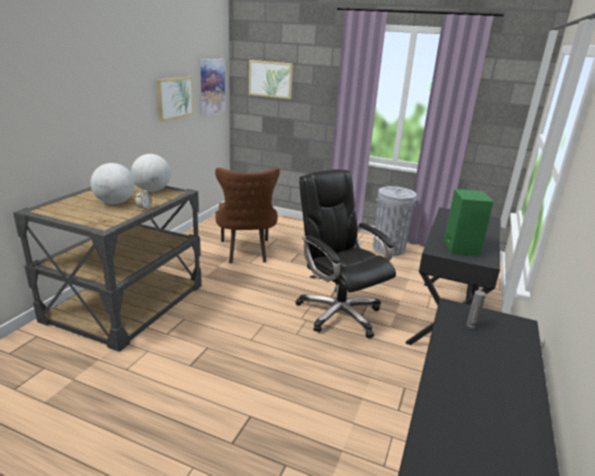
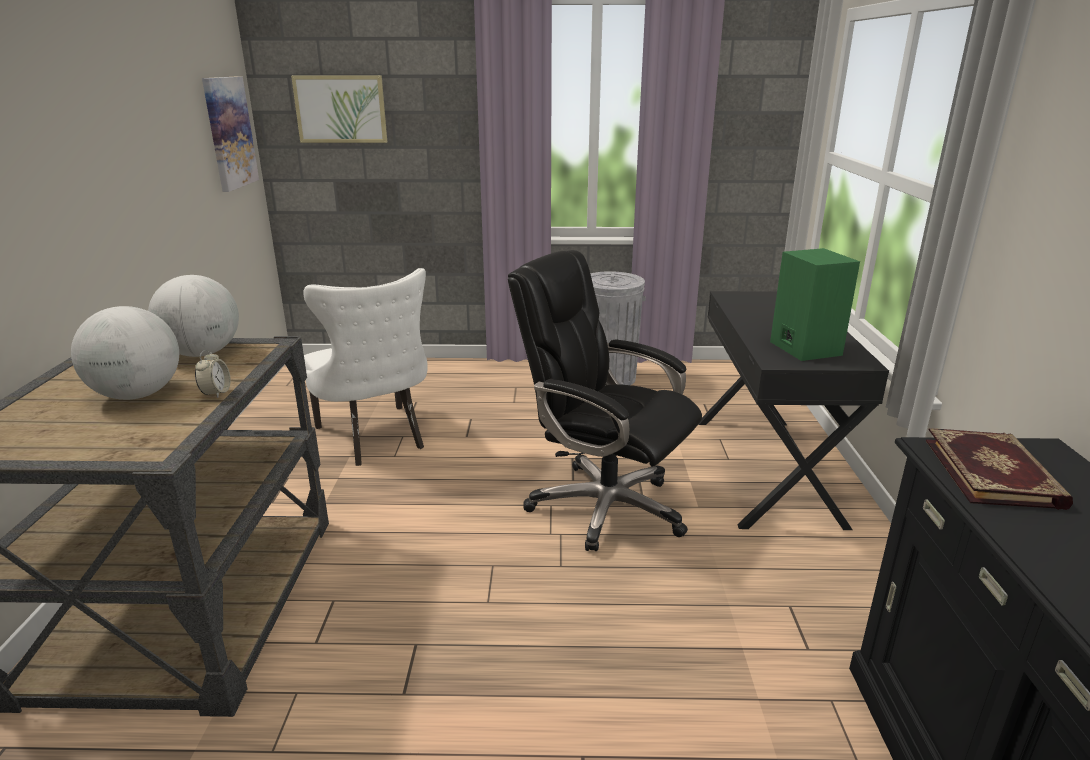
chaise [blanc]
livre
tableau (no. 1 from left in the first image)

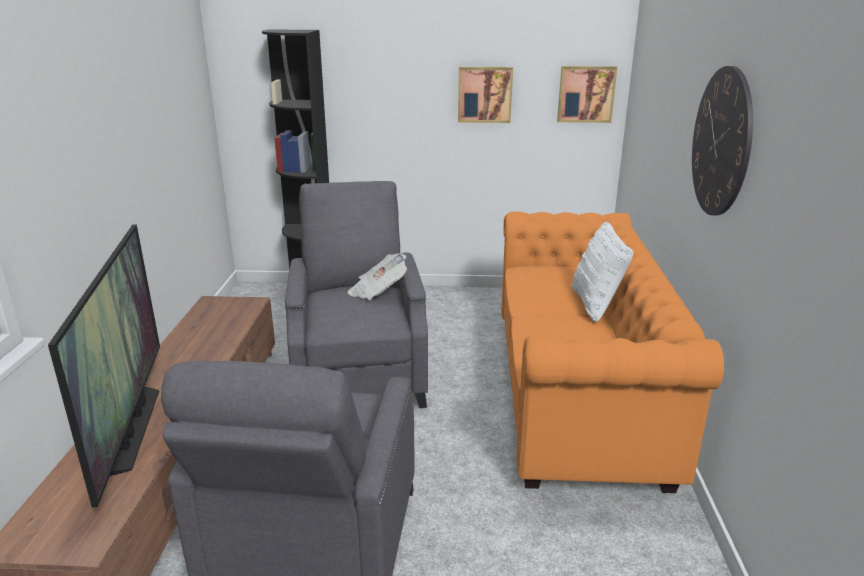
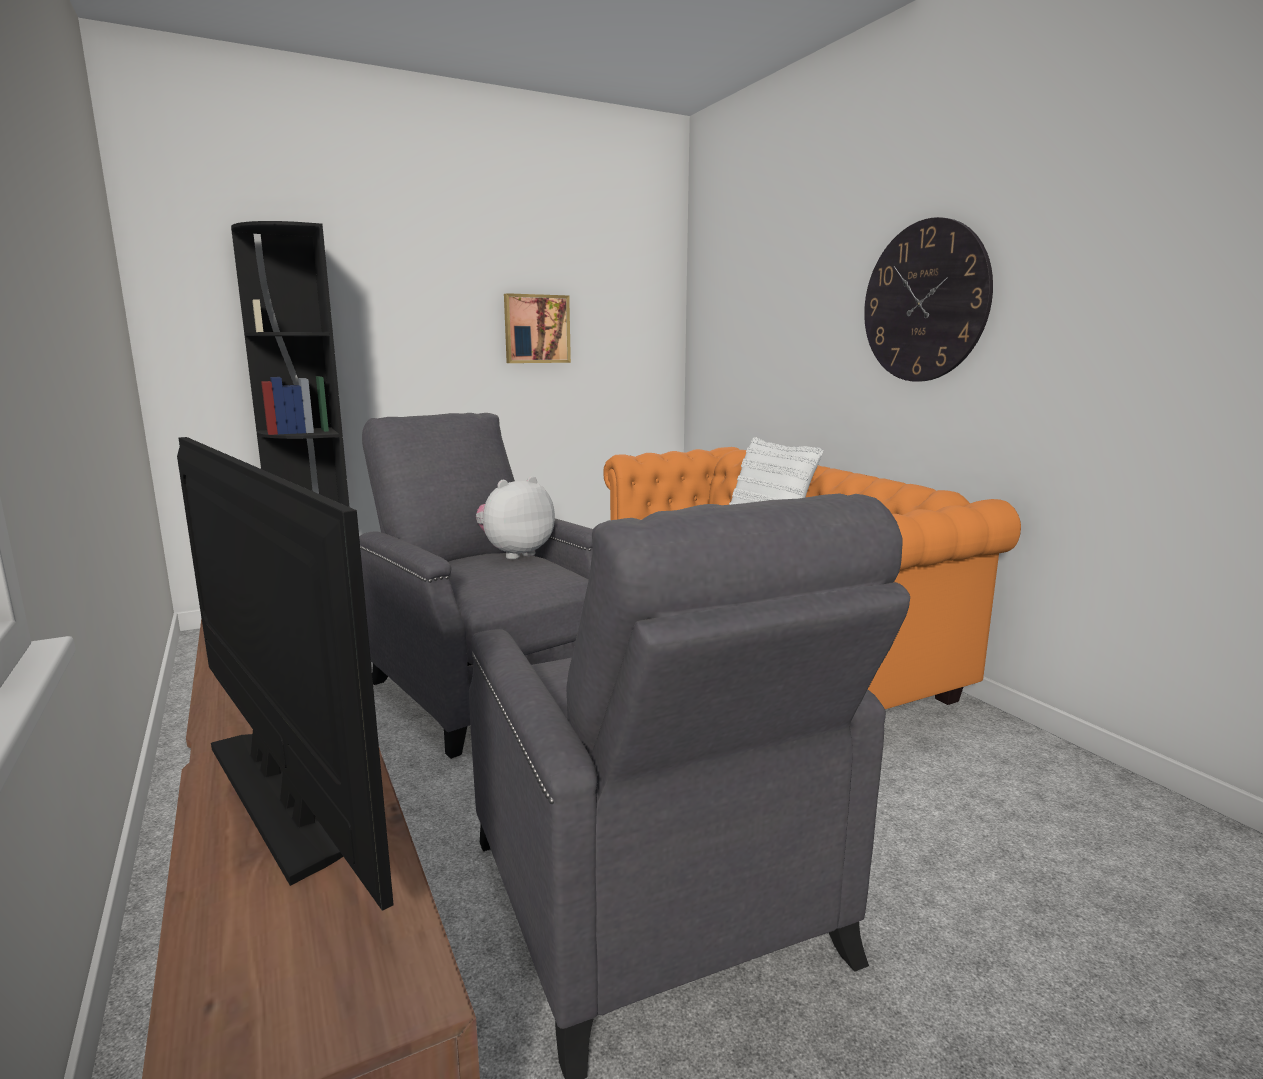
peluche
tableau (no. 2 from left in the first image)

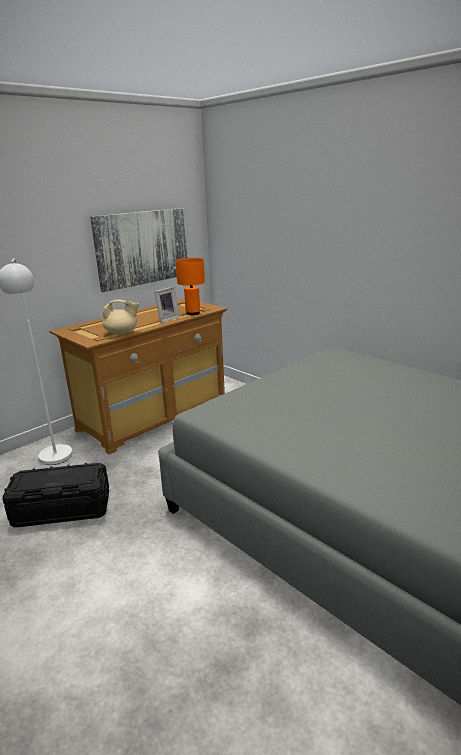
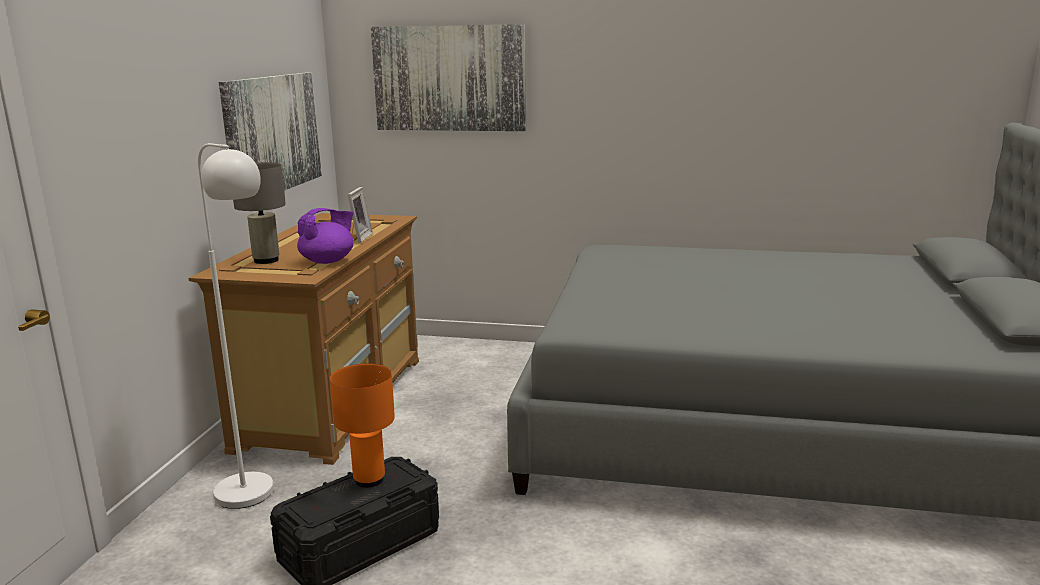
lampe de table [gris]
théière [violet]
lampe de table [orange]
tableau (no. 2 from left)

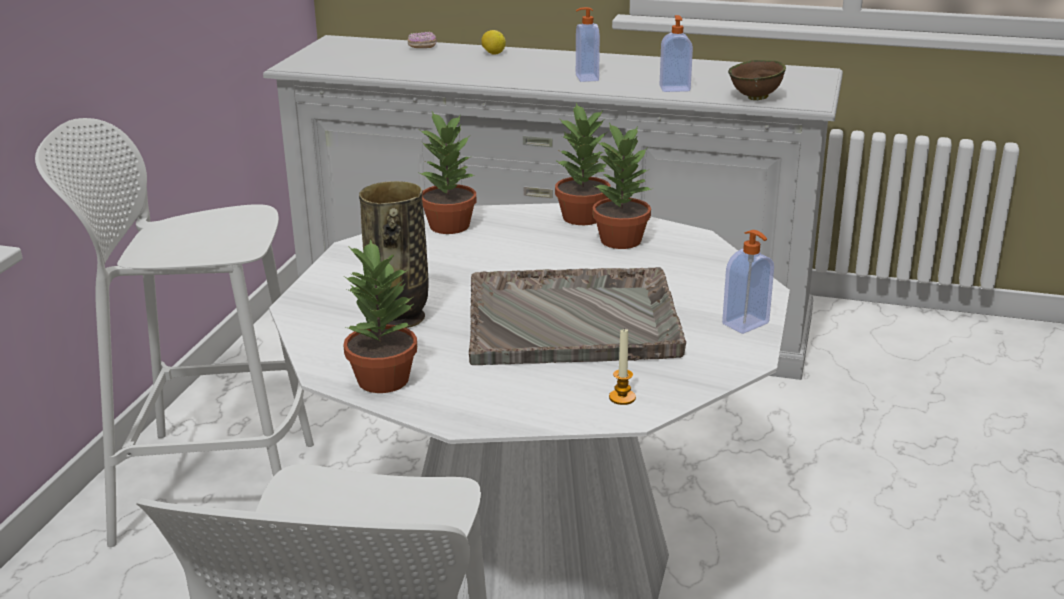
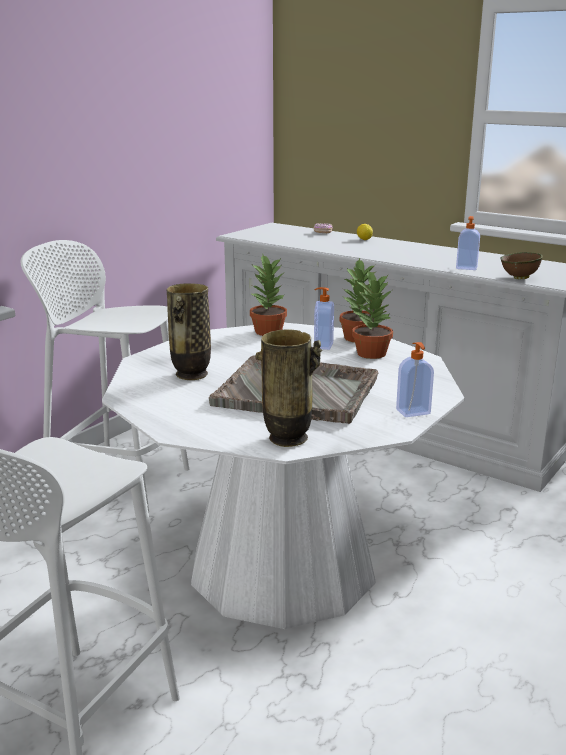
vase (no. 2 from left)
distributeur de savon (no. 1 from left)
plante en pot (no. 1 from left in the first image)

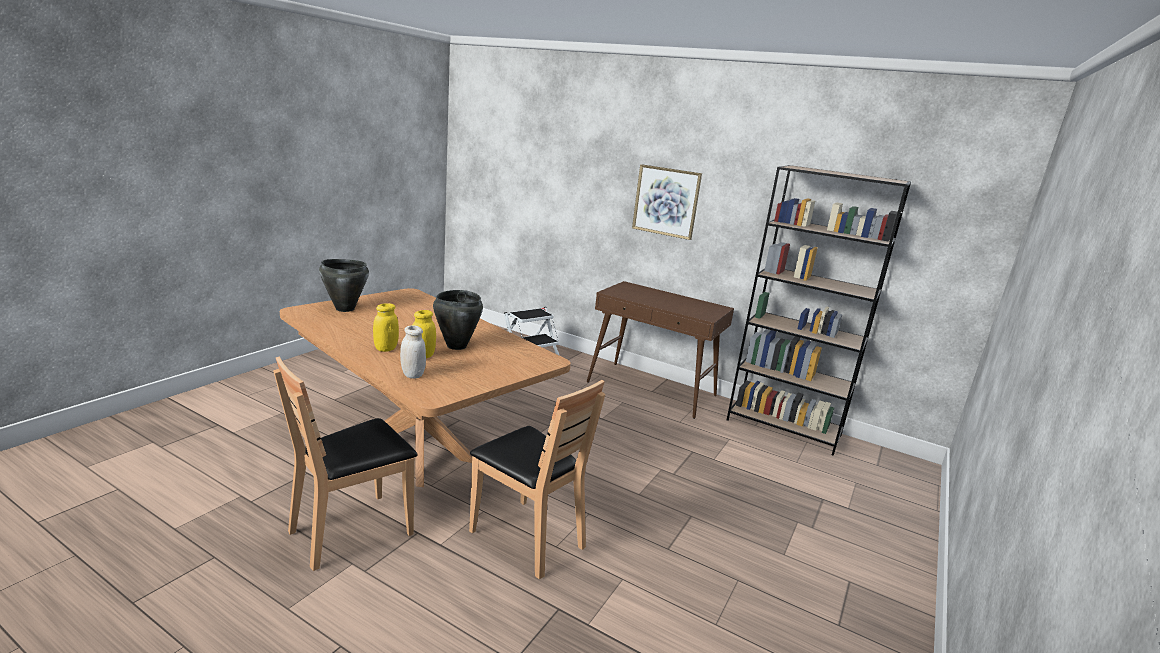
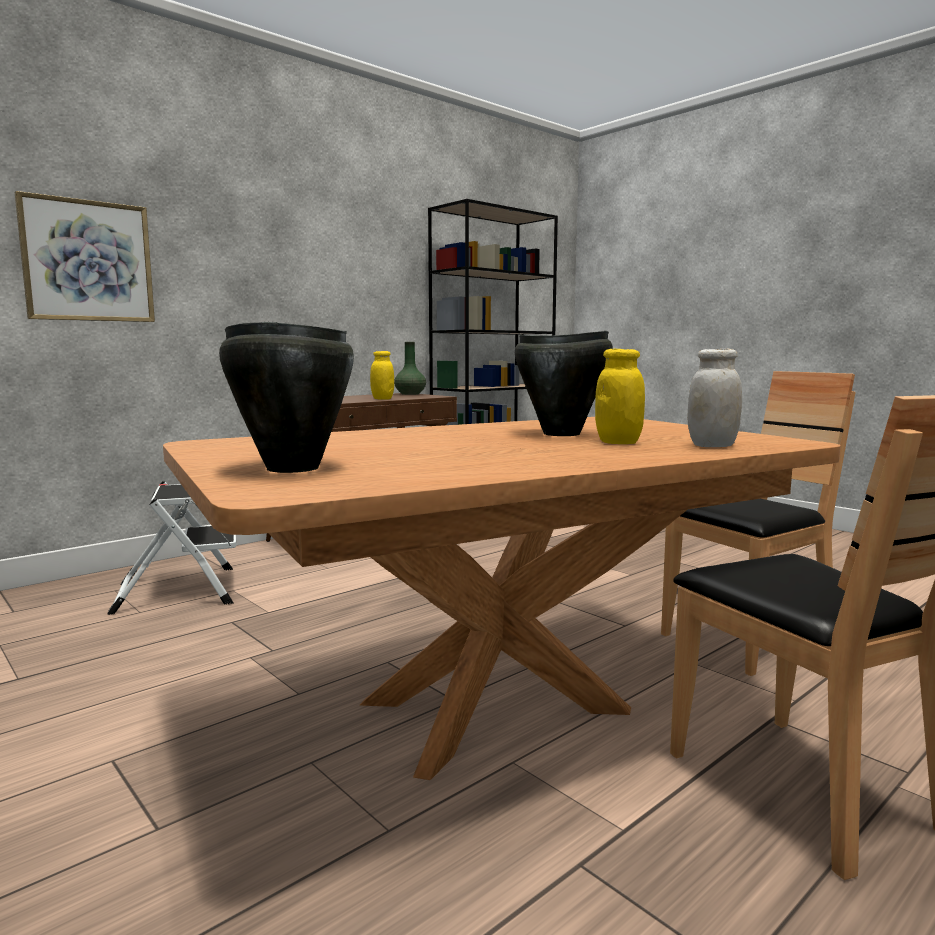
tableau
bocal [jaune] (no. 1 from left)
vase [vert]

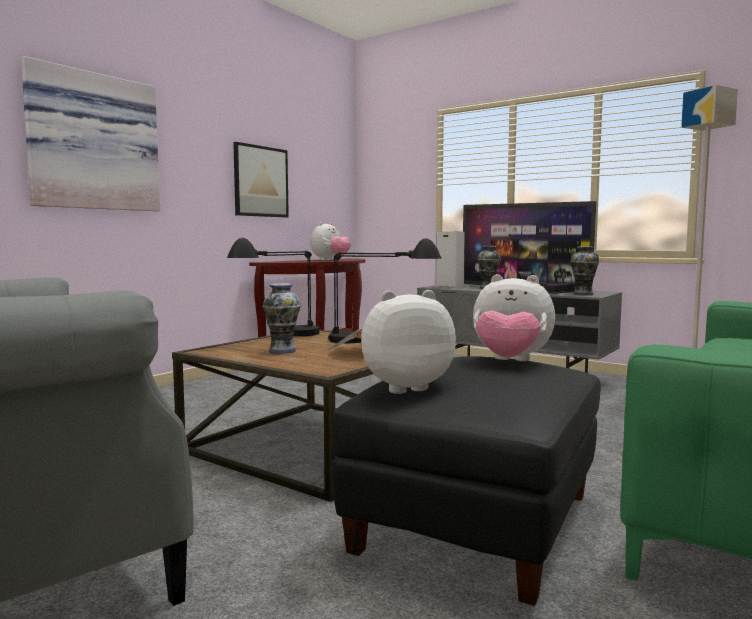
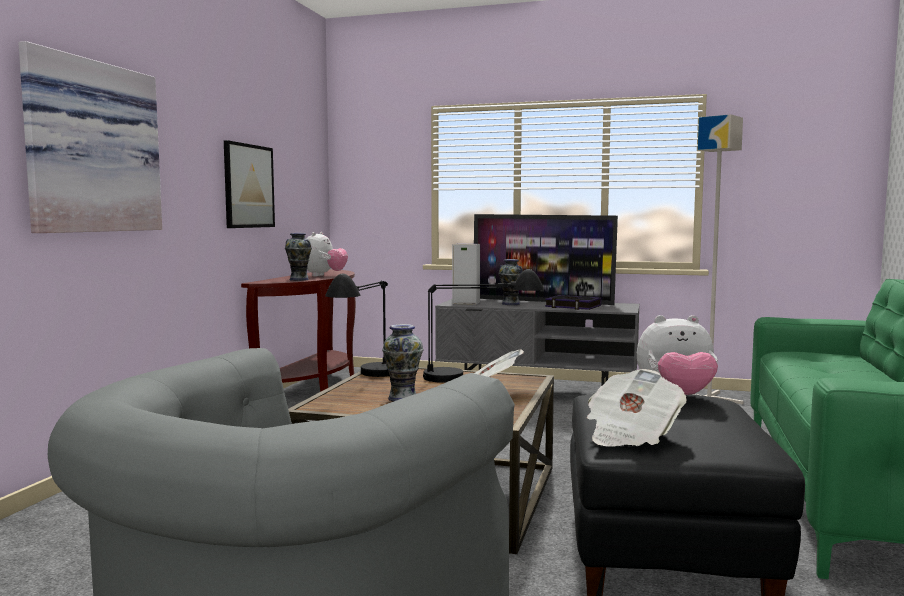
vase (no. 1 from left)
journal (no. 2 from left)

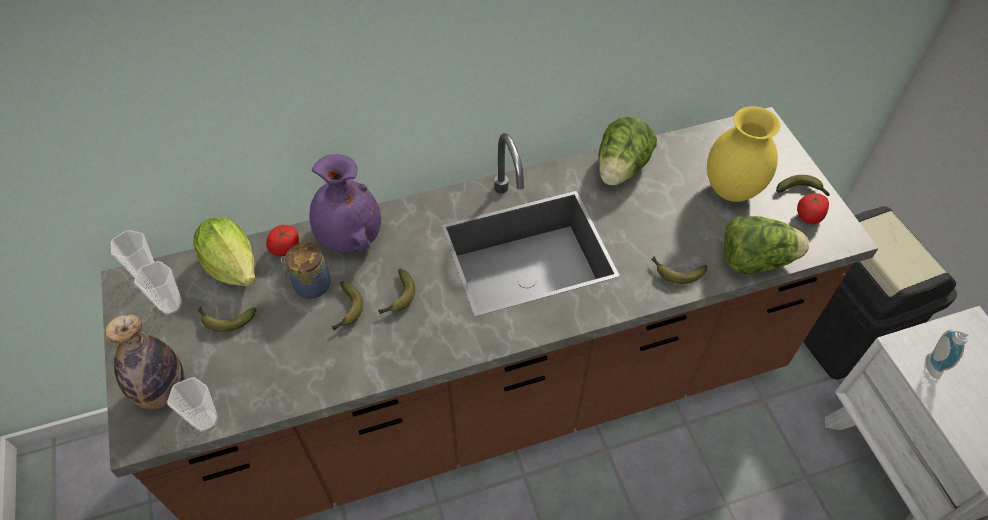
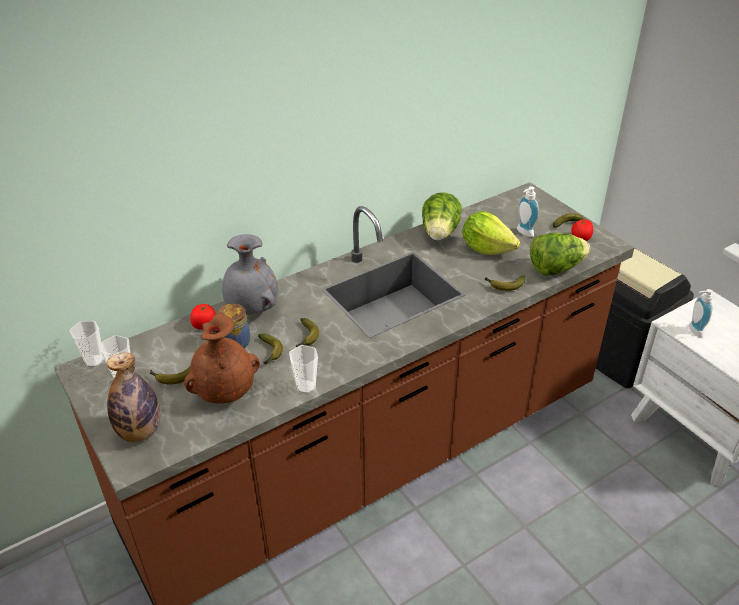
vase [marron]
vase [gris]
tasse (no. 3 from left)
laitue (no. 2 from left)
distributeur de savon (no. 1 from left)

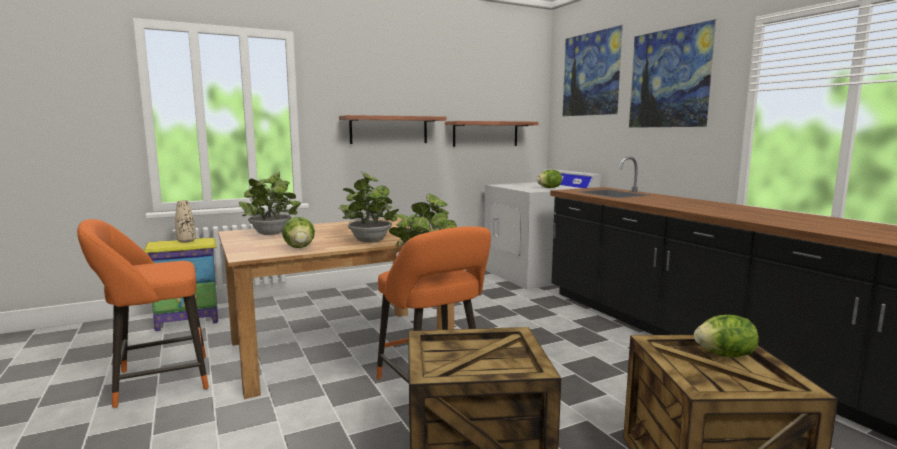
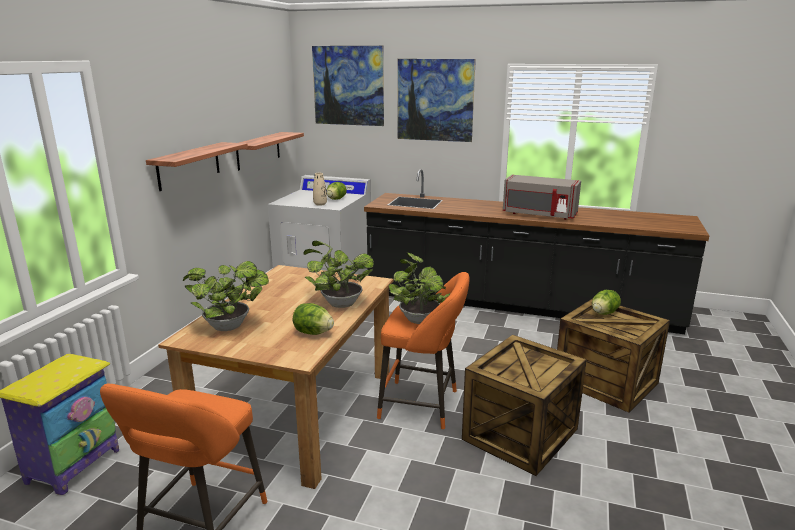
vase [beige]
micro-ondes [gris]

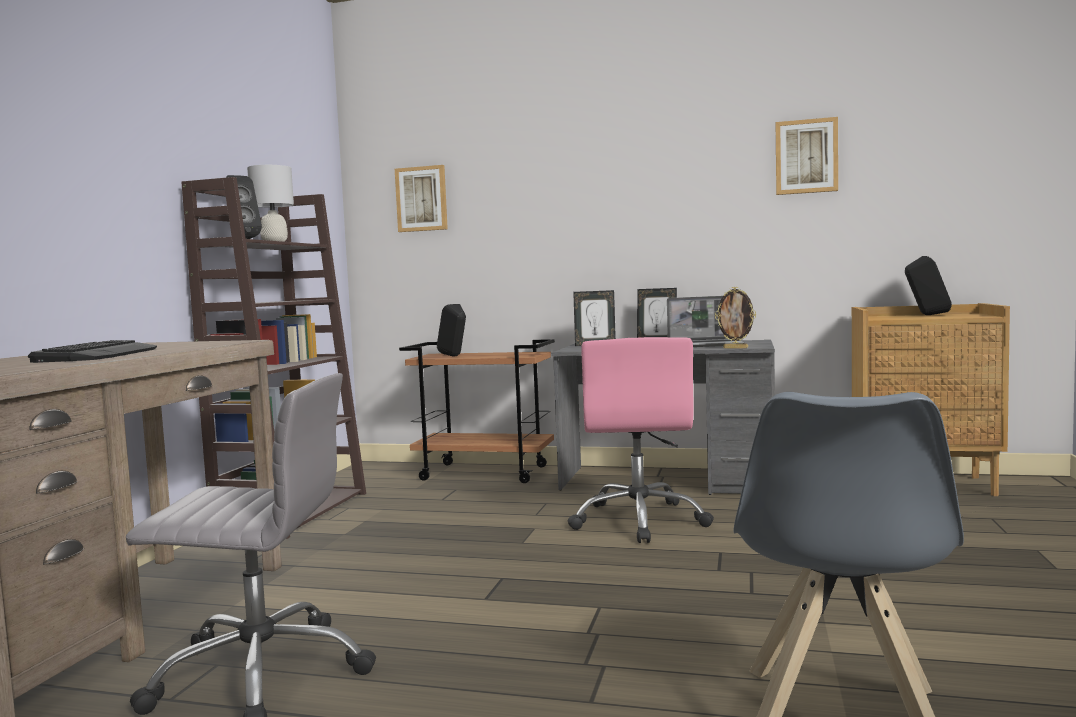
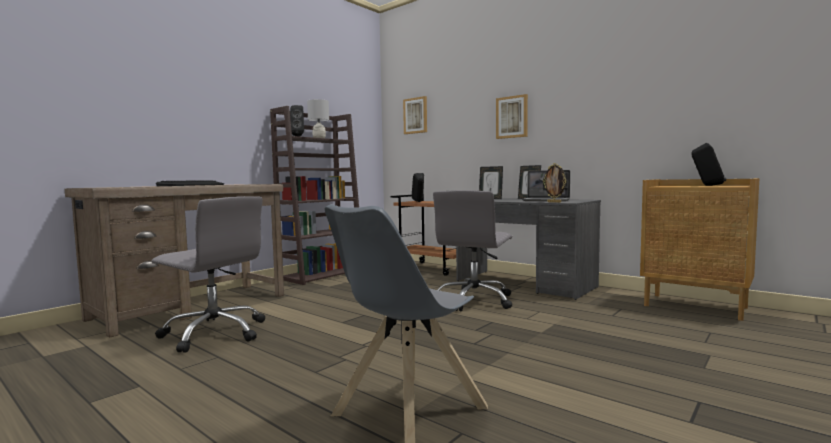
chaise de bureau [gris] (no. 2 from left)
tableau (no. 2 from left)

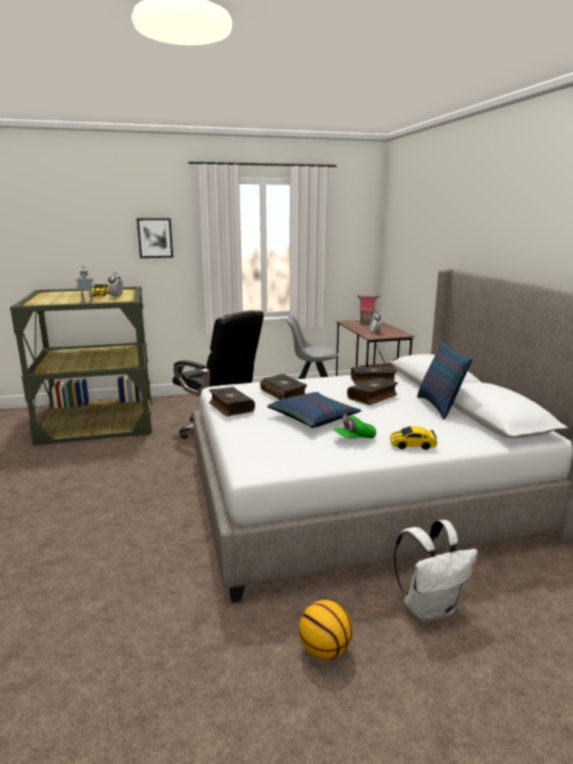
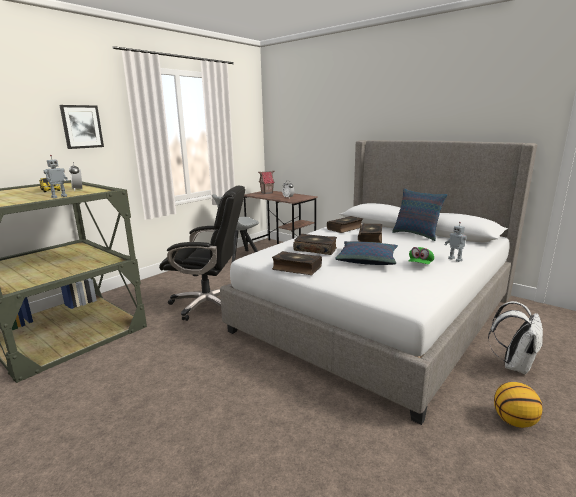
robot jouet (no. 2 from left)

